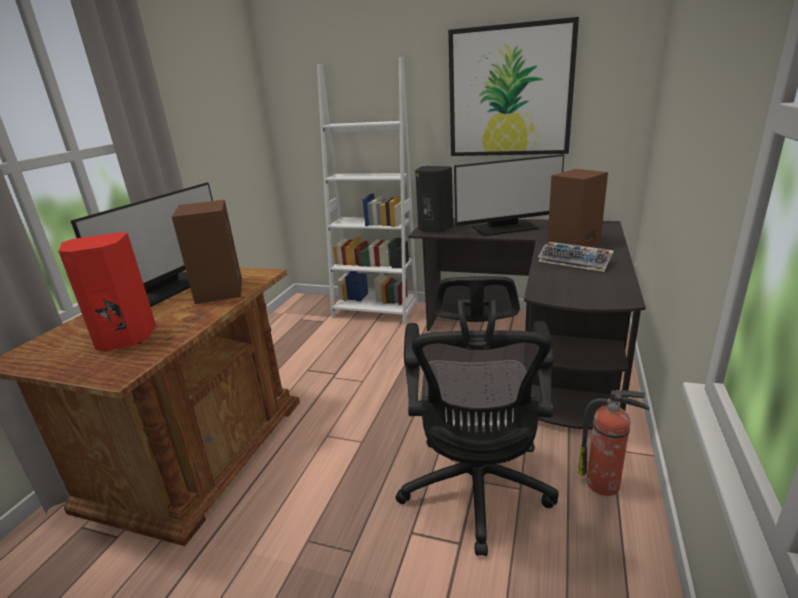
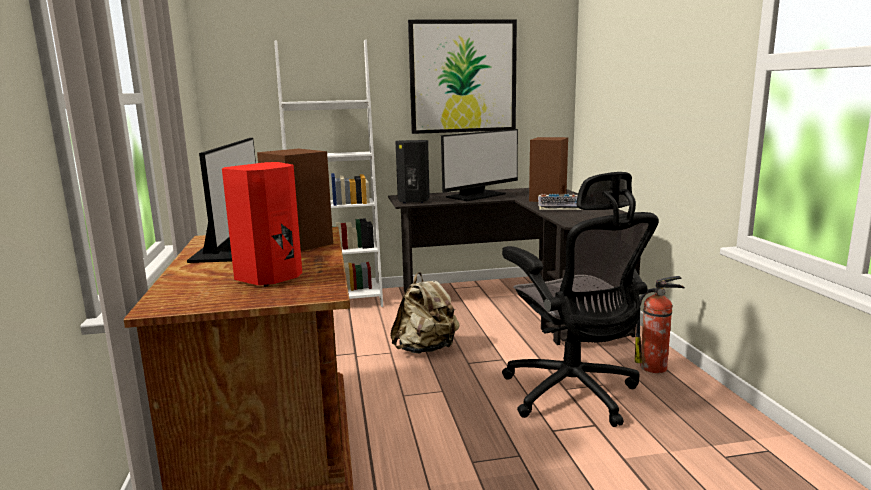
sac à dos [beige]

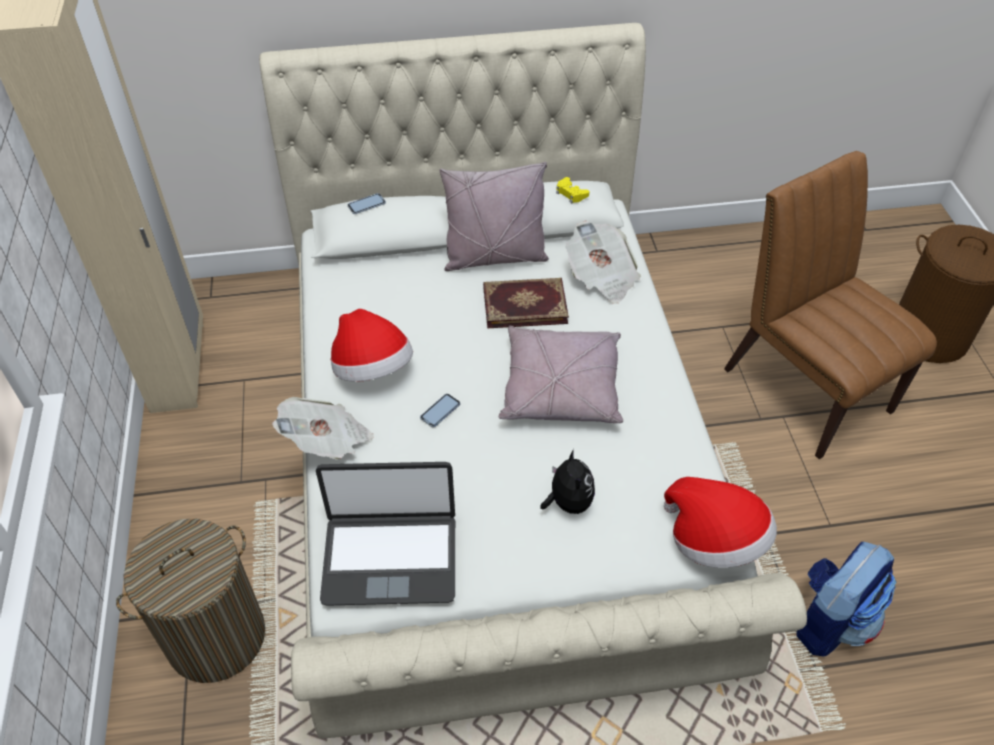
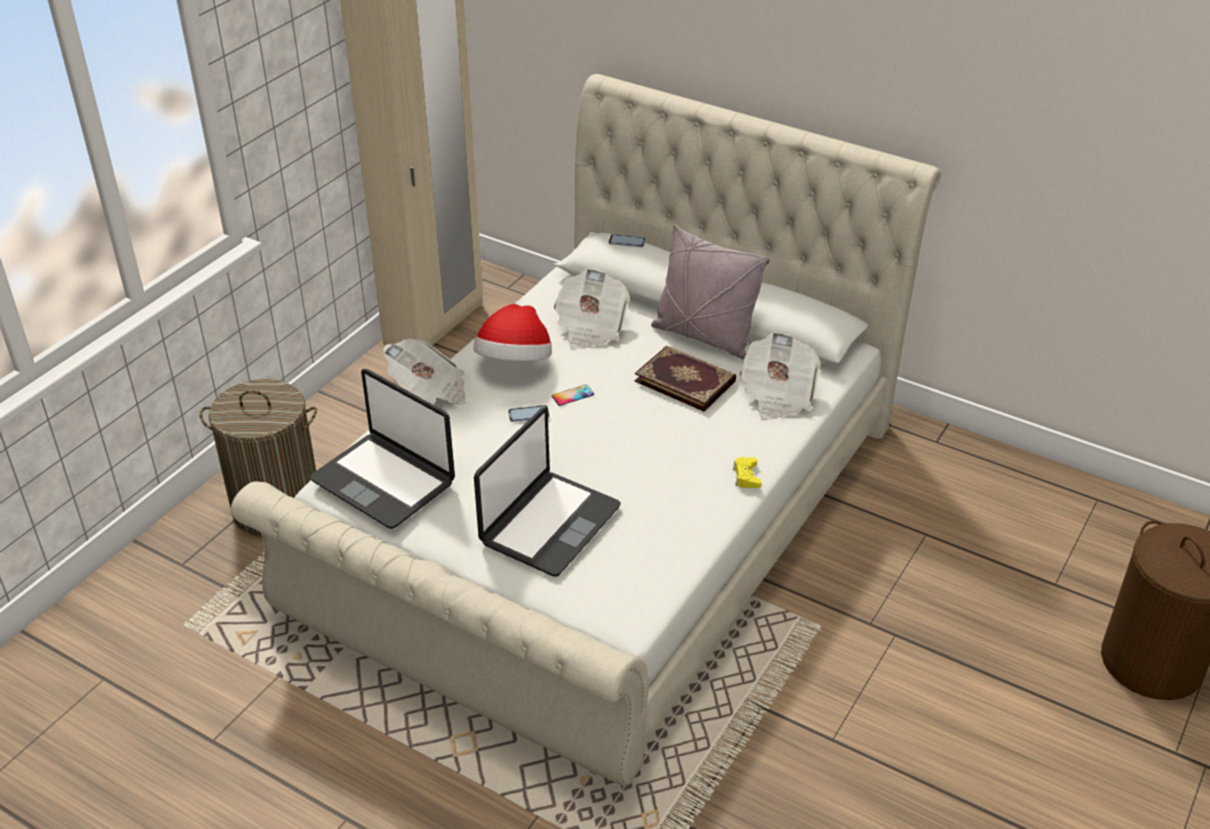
ordinateur portable (no. 2 from left)
téléphone (no. 2 from left)
journal (no. 2 from left)
manette [jaune]
coussin [violet] (no. 2 from left in the first image)
chapeau (no. 2 from left in the first image)
chaise [marron]
sac à dos

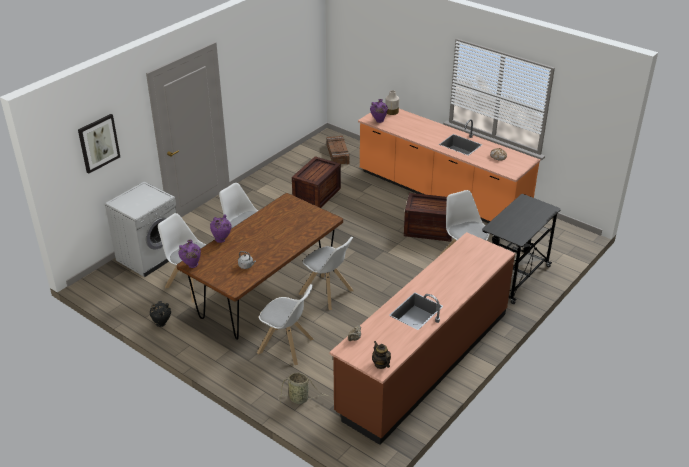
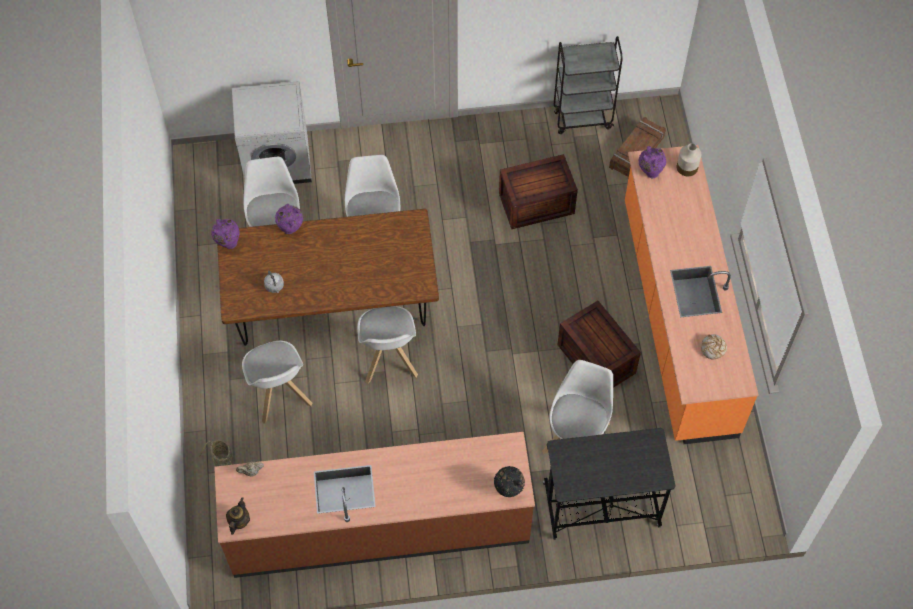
vase [noir]
chariot [gris]
tableau

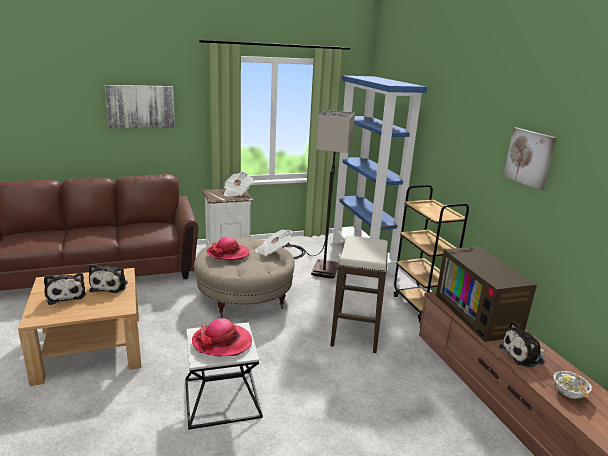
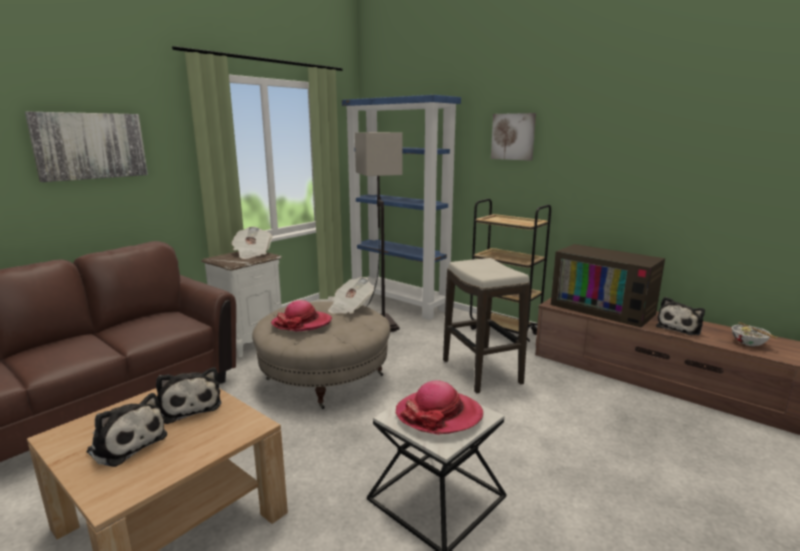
tableau (no. 2 from left)

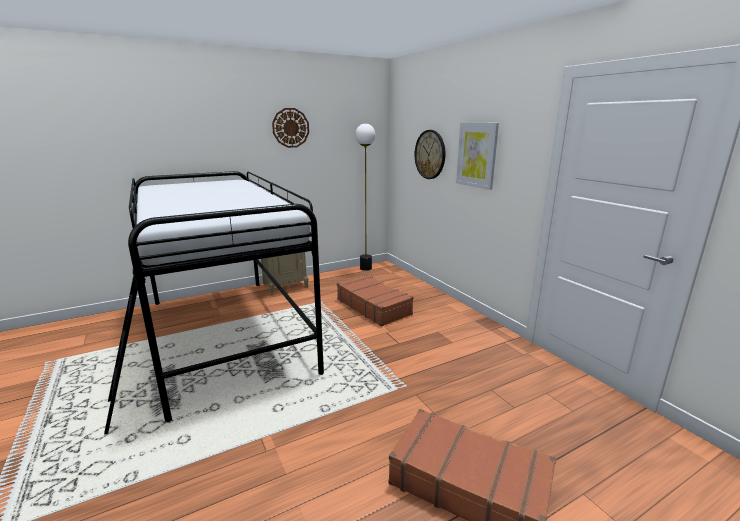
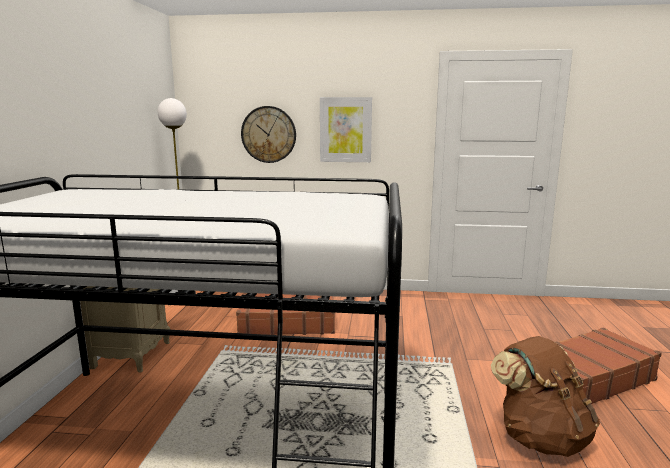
sac à dos [marron]
horloge murale (no. 1 from left in the first image)

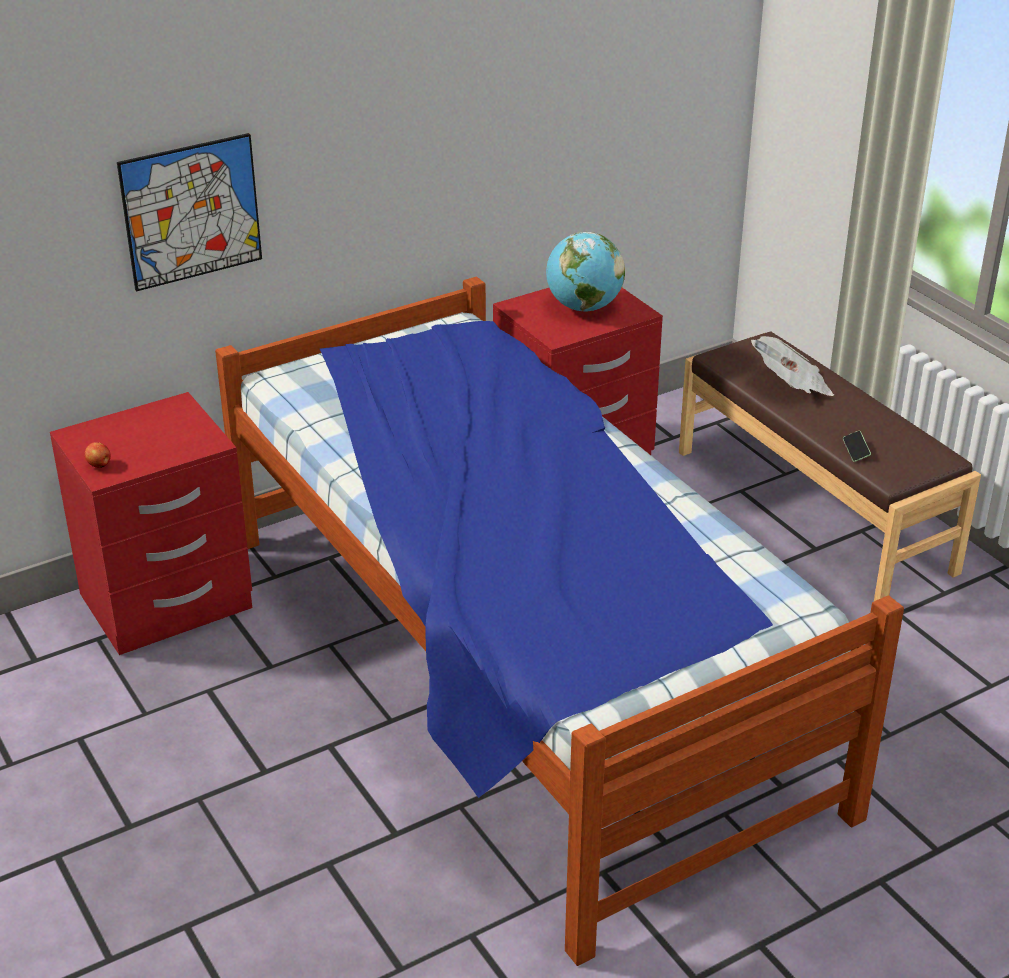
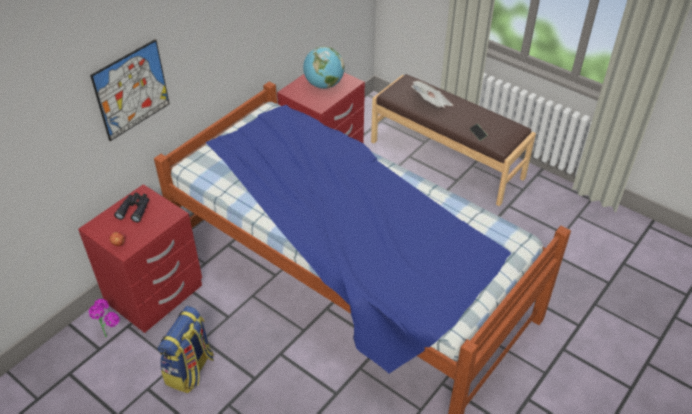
plante en pot
jumelles [noir]
sac à dos

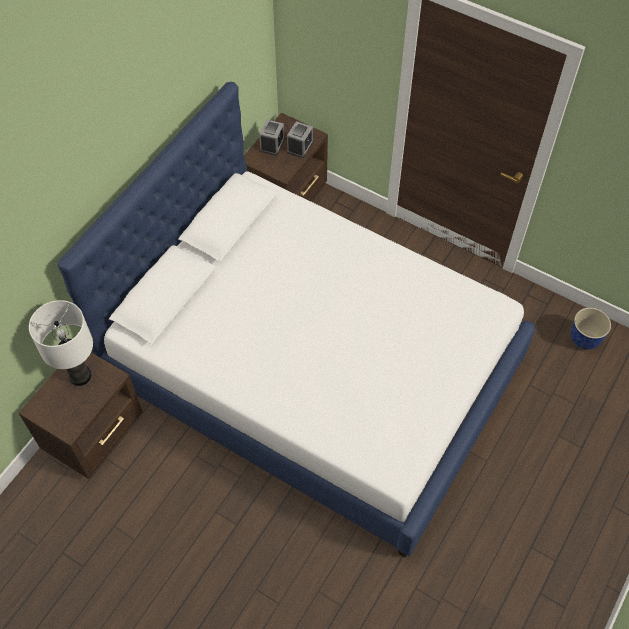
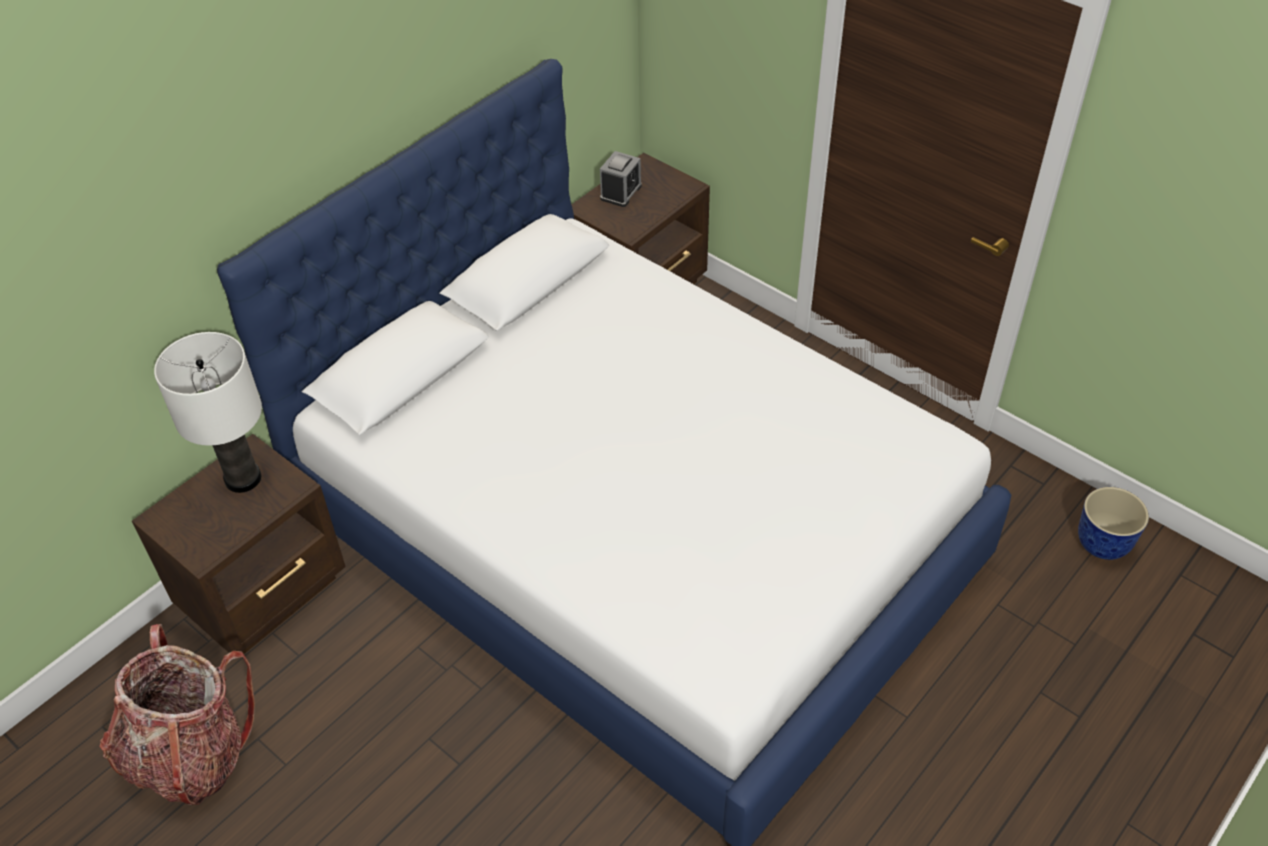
sac à dos
réveil (no. 2 from left in the first image)

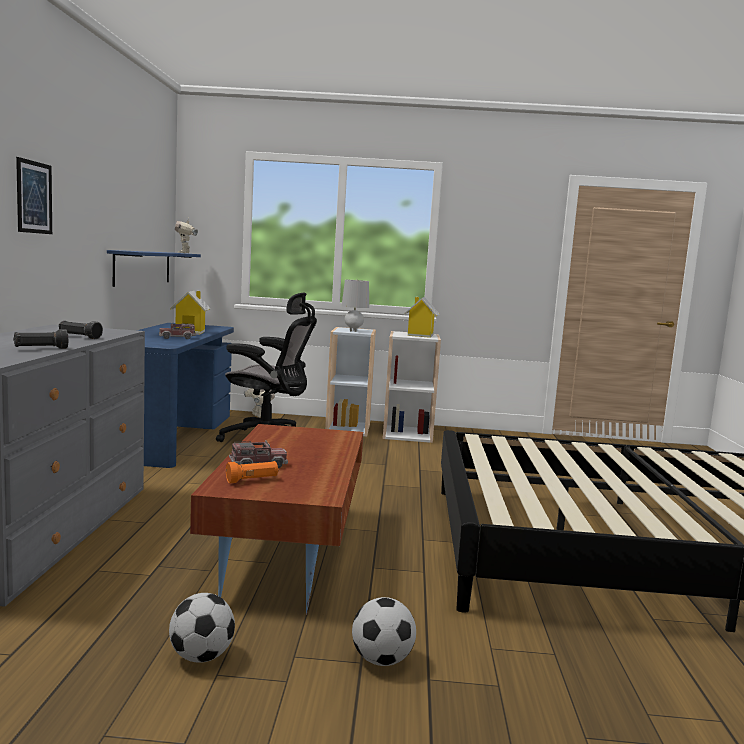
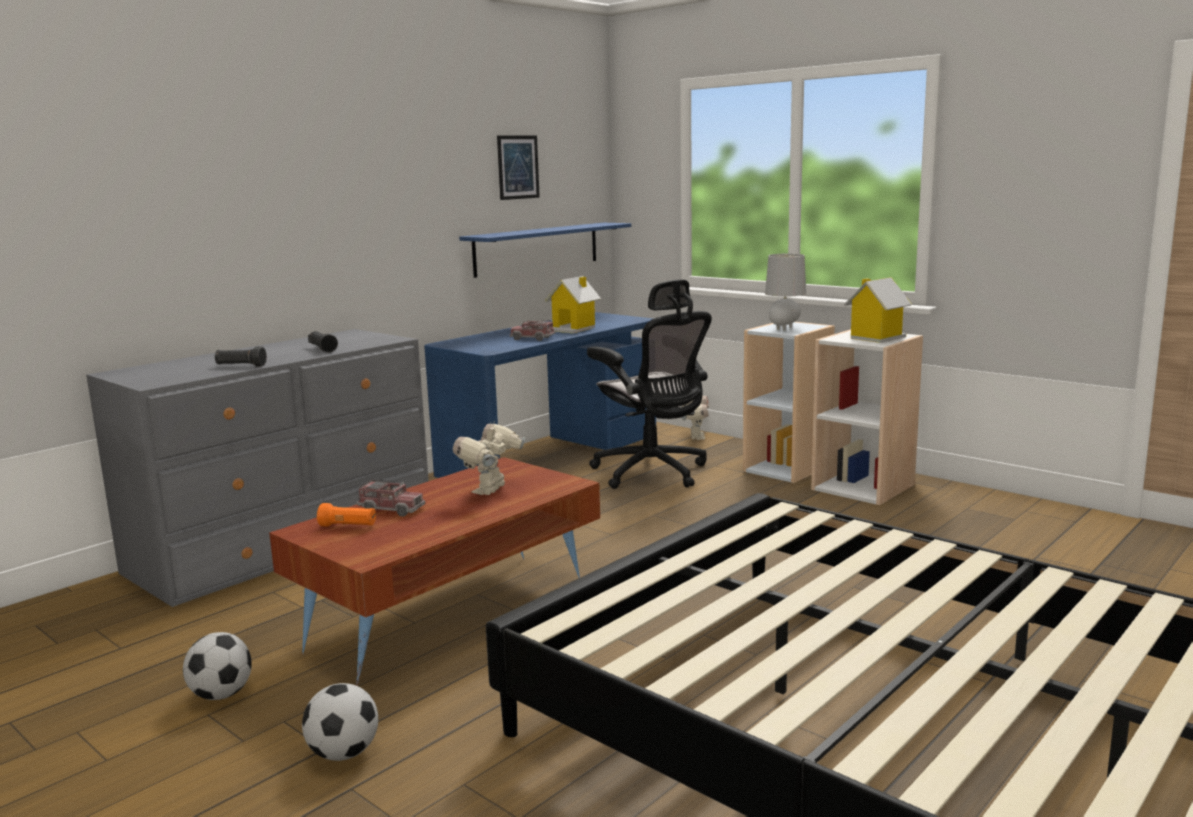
robot jouet (no. 1 from left)
tableau

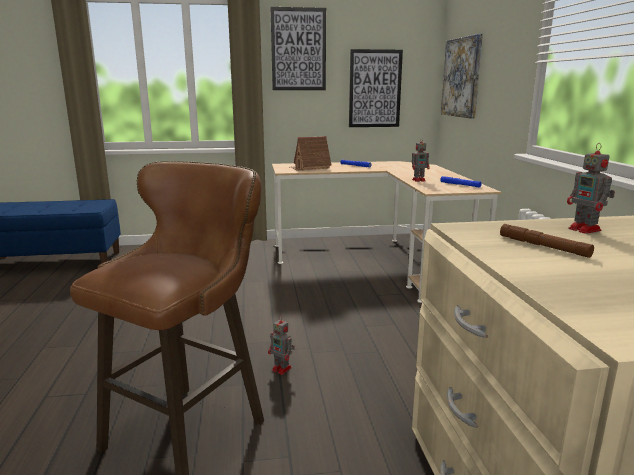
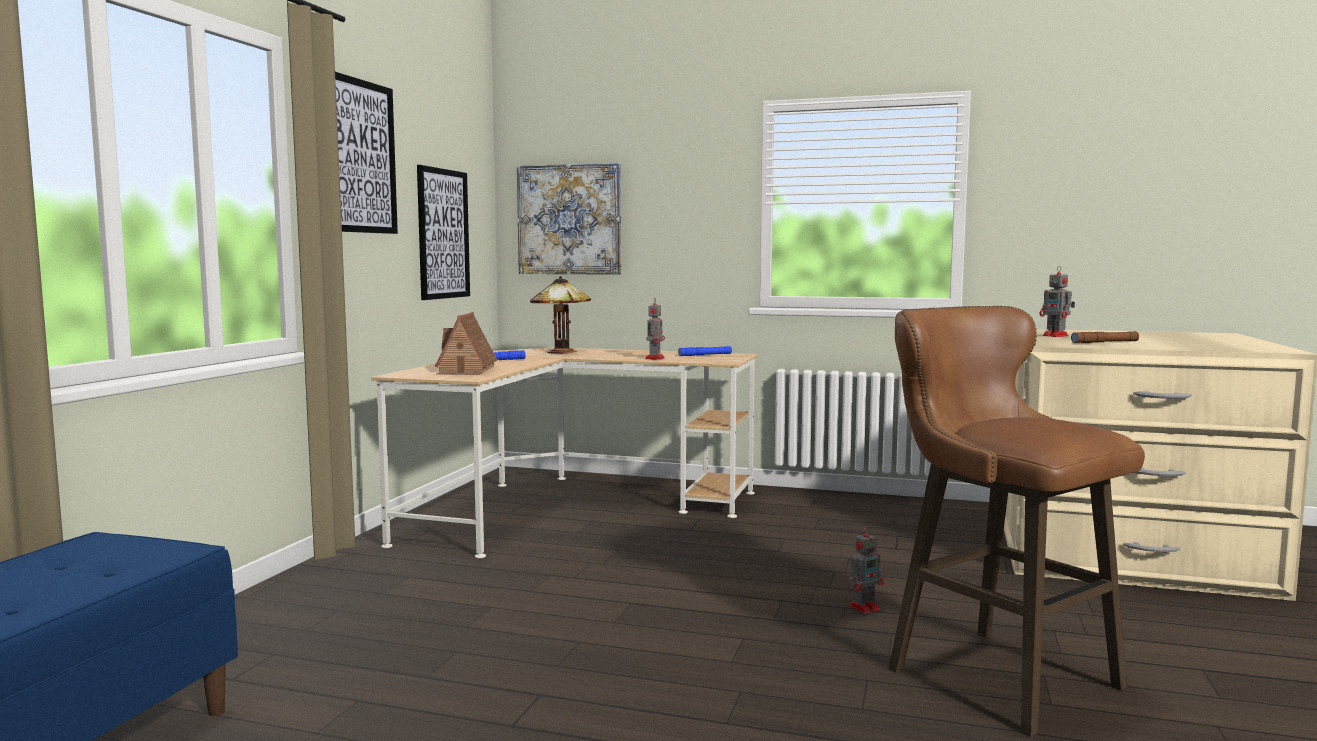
lampe de table
robot jouet (no. 3 from left)

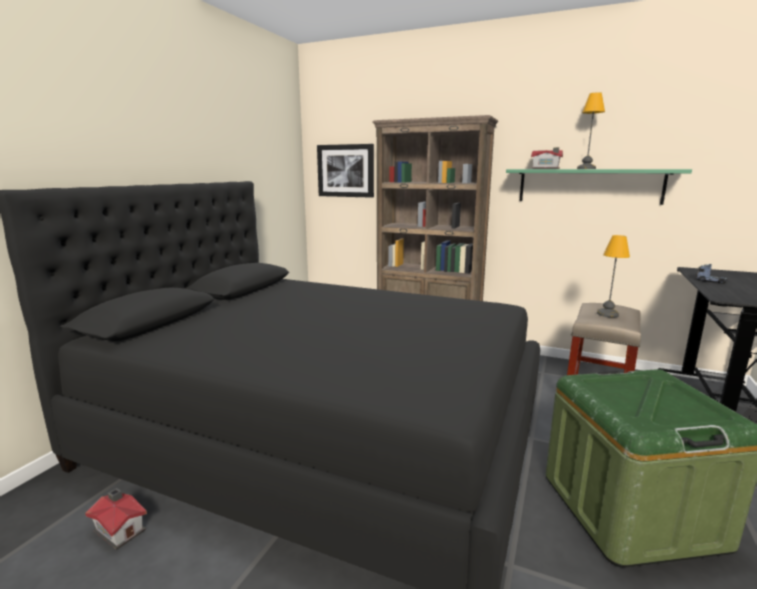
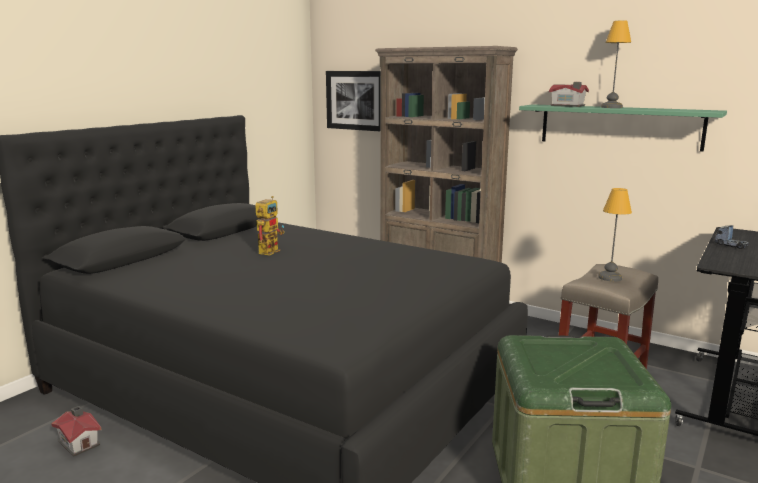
robot jouet

